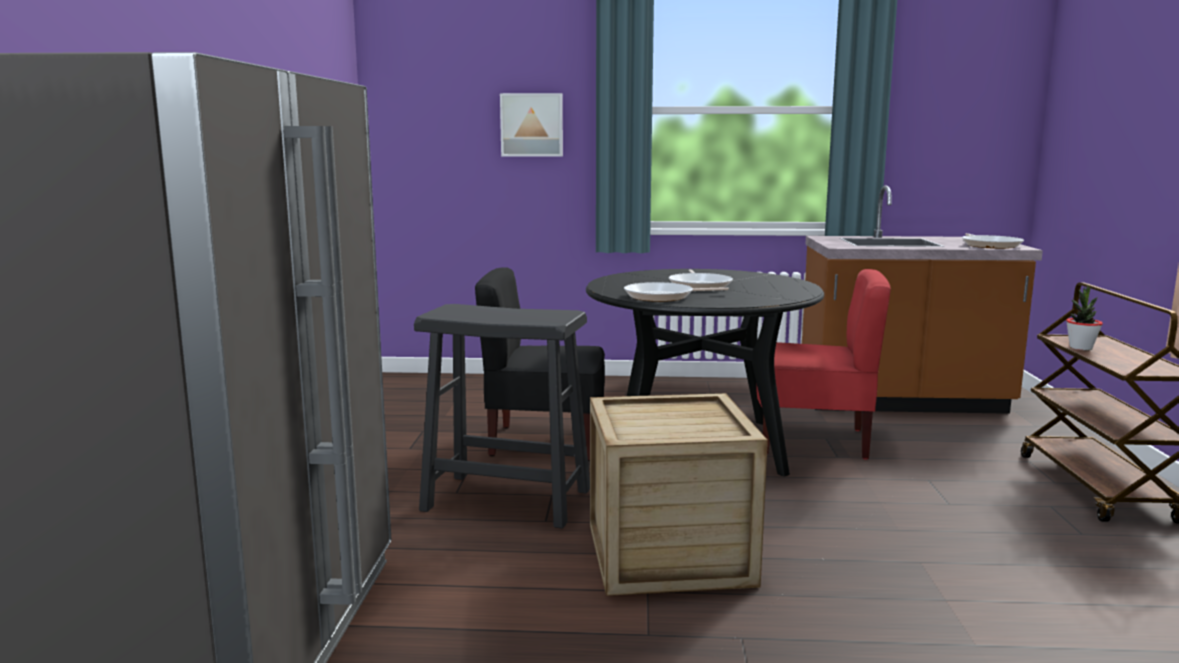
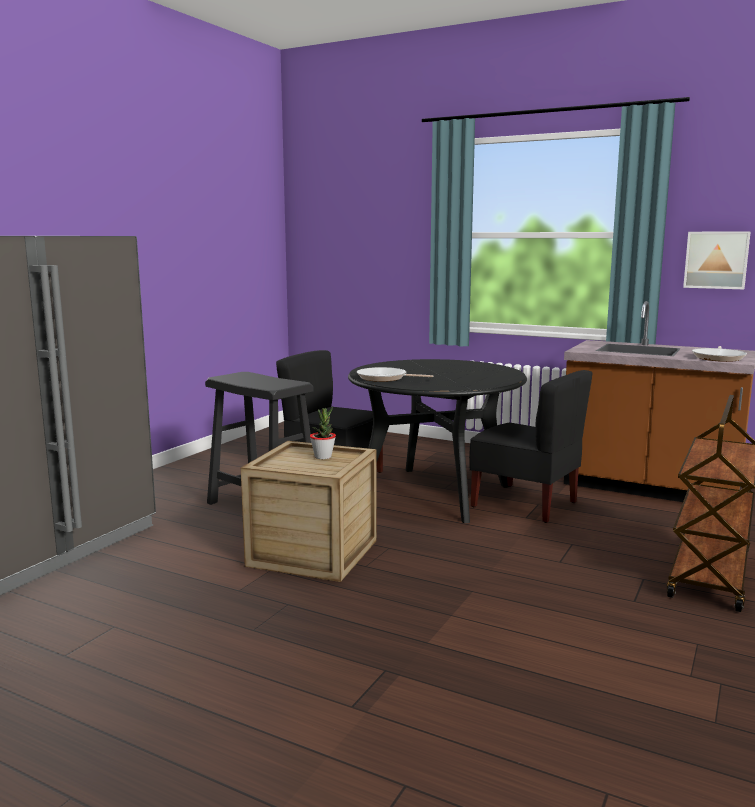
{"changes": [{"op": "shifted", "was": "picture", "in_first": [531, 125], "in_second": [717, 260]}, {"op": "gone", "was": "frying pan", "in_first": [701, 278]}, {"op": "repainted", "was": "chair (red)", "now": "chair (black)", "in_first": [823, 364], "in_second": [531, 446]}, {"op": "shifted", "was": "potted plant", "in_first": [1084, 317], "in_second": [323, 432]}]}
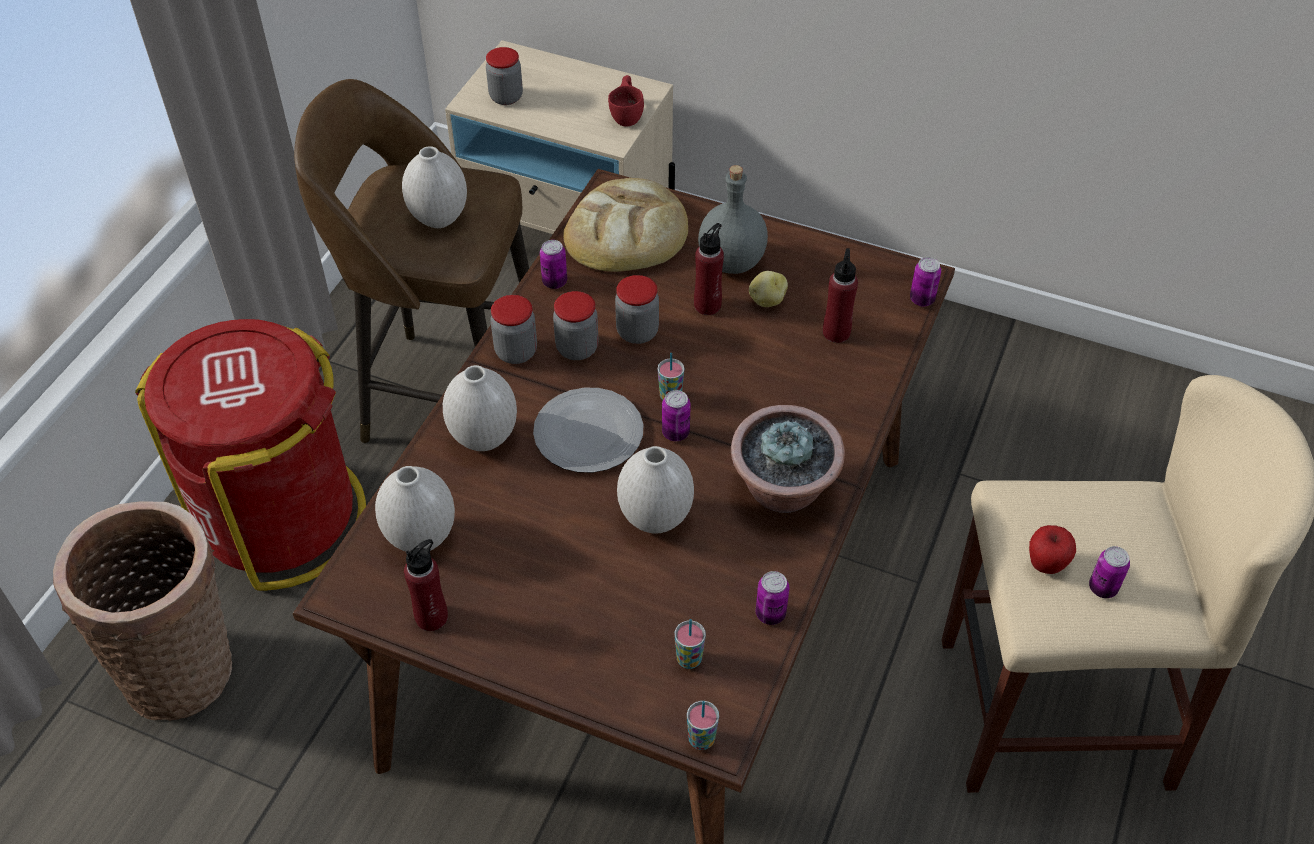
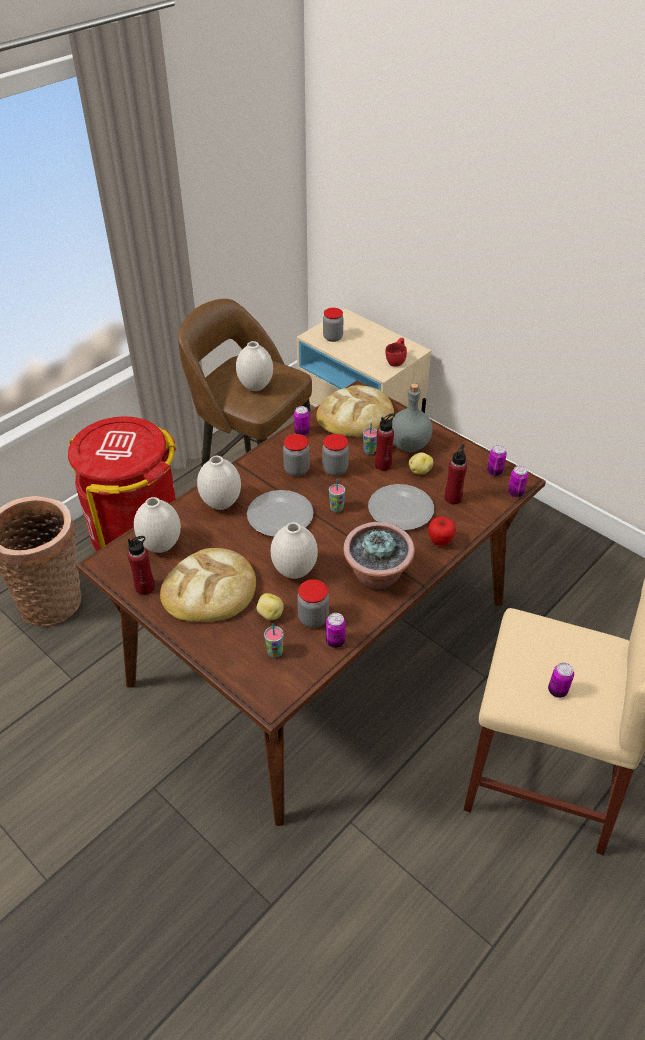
{"changes": [{"op": "shifted", "was": "jar", "in_first": [513, 329], "in_second": [313, 603]}, {"op": "shifted", "was": "can", "in_first": [676, 415], "in_second": [497, 460]}, {"op": "shifted", "was": "cup", "in_first": [703, 725], "in_second": [370, 438]}, {"op": "shifted", "was": "apple", "in_first": [1052, 549], "in_second": [442, 531]}, {"op": "new", "now": "bread", "in_second": [208, 585]}, {"op": "new", "now": "potato", "in_second": [270, 606]}, {"op": "new", "now": "plate", "in_second": [401, 507]}]}
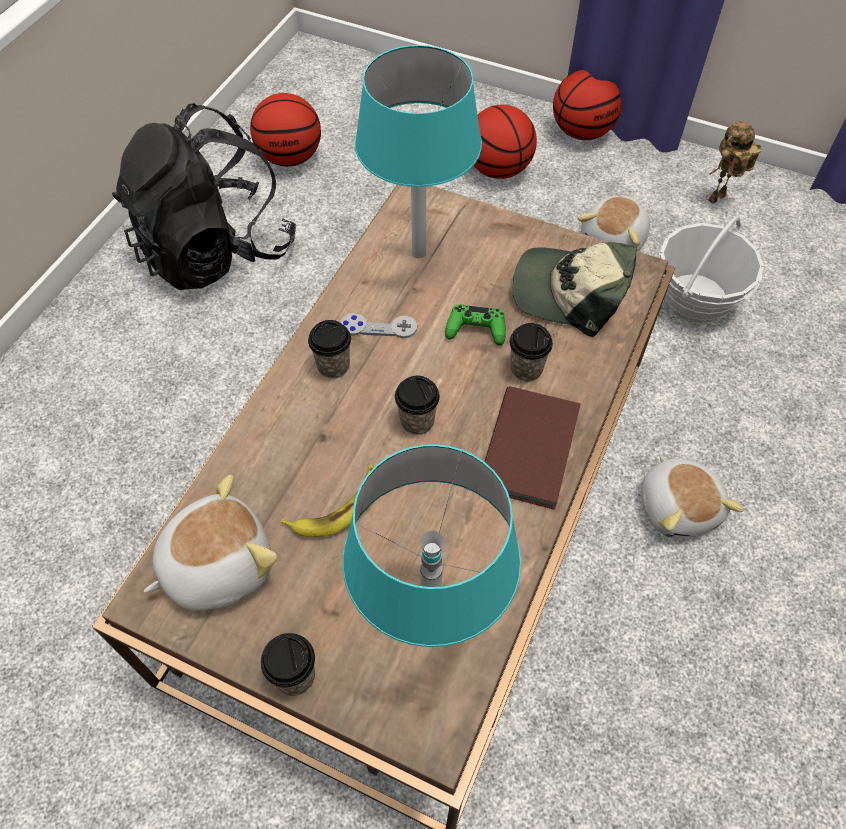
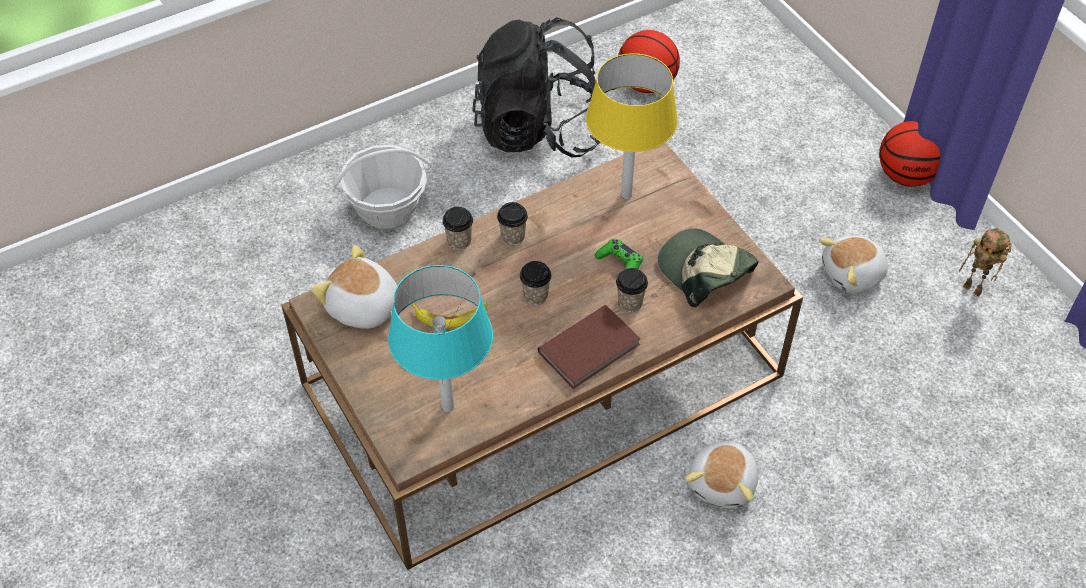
{"changes": [{"op": "rotated", "was": "plush toy", "in_first": [210, 542], "in_second": [355, 287], "clockwise": -150}, {"op": "shifted", "was": "cup", "in_first": [288, 664], "in_second": [457, 228]}, {"op": "gone", "was": "game controller (grey)", "in_first": [379, 325]}, {"op": "repainted", "was": "table lamp (turquoise)", "now": "table lamp (yellow)", "in_first": [418, 151], "in_second": [632, 126]}, {"op": "gone", "was": "basketball", "in_first": [505, 142]}, {"op": "shifted", "was": "basket", "in_first": [711, 269], "in_second": [382, 187]}, {"op": "rotated", "was": "toy robot", "in_first": [735, 162], "in_second": [985, 262], "clockwise": -135}]}
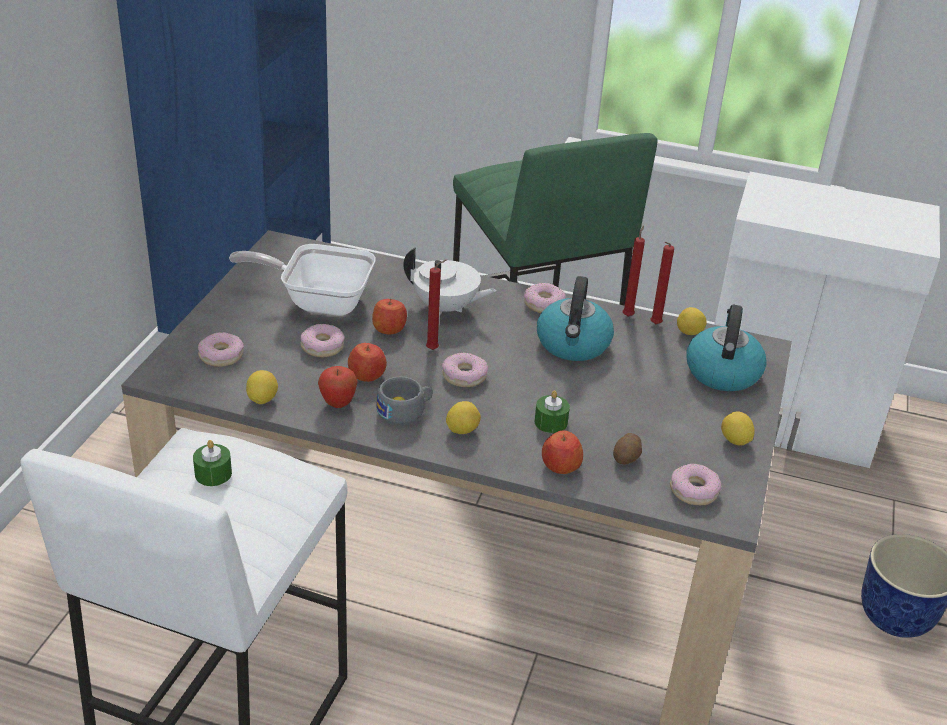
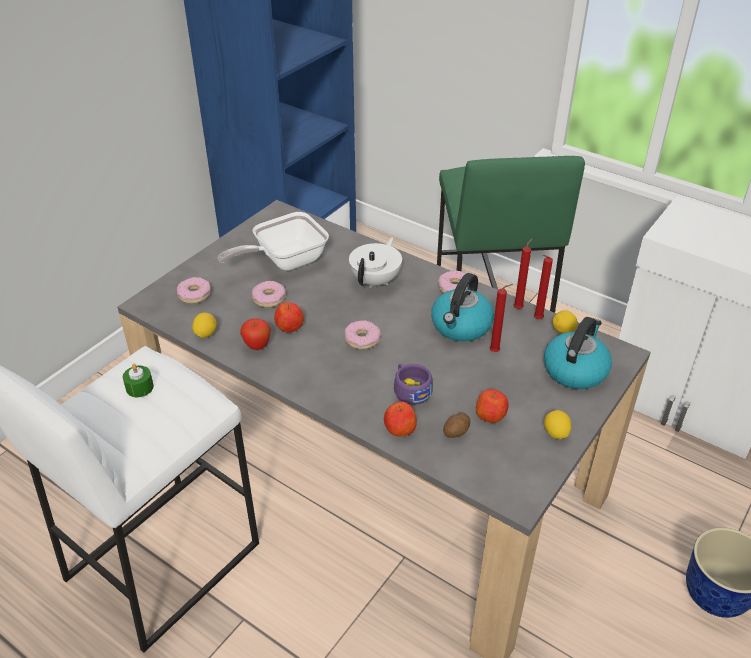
{"changes": [{"op": "rotated", "was": "frying pan", "in_first": [302, 280], "in_second": [273, 241], "clockwise": -60}, {"op": "shifted", "was": "apple", "in_first": [389, 316], "in_second": [492, 406]}, {"op": "gone", "was": "cup (grey)", "in_first": [404, 401]}, {"op": "rotated", "was": "teapot (white)", "in_first": [450, 281], "in_second": [375, 262], "clockwise": -105}, {"op": "shifted", "was": "candle (red)", "in_first": [436, 304], "in_second": [501, 318]}, {"op": "gone", "was": "lemon", "in_first": [463, 417]}, {"op": "swapped", "was": "candle (green)", "now": "cup (purple)", "in_first": [552, 411], "in_second": [413, 384]}, {"op": "gone", "was": "donut", "in_first": [695, 484]}]}
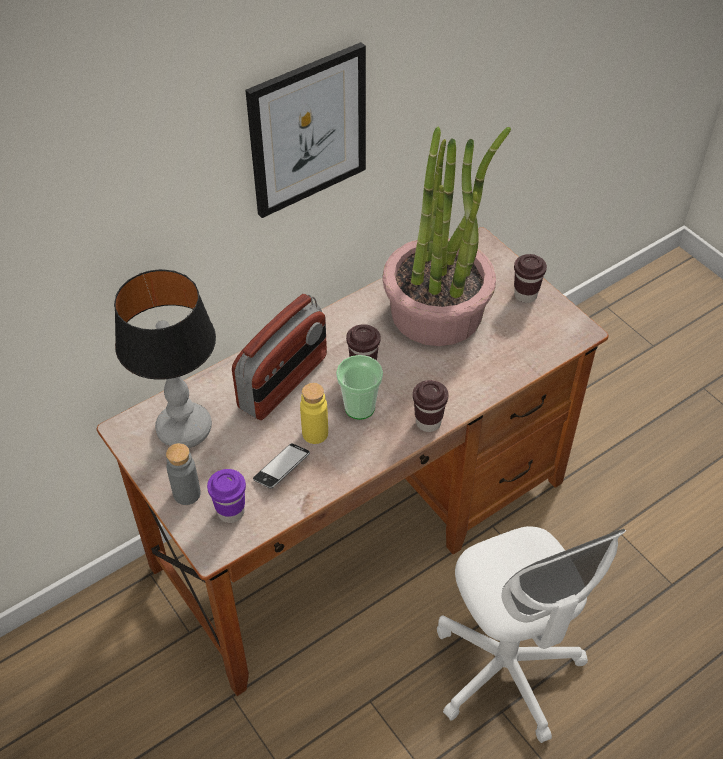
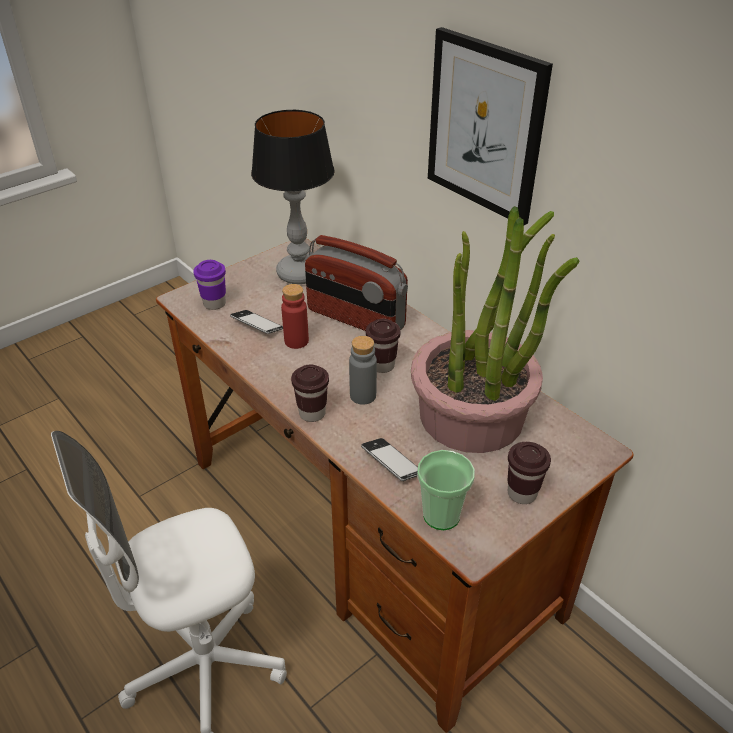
{"changes": [{"op": "shifted", "was": "bottle (grey)", "in_first": [183, 474], "in_second": [363, 370]}, {"op": "repainted", "was": "bottle (yellow)", "now": "bottle (red)", "in_first": [314, 413], "in_second": [295, 316]}, {"op": "shifted", "was": "cup", "in_first": [359, 387], "in_second": [446, 490]}, {"op": "new", "now": "phone", "in_second": [389, 459]}]}
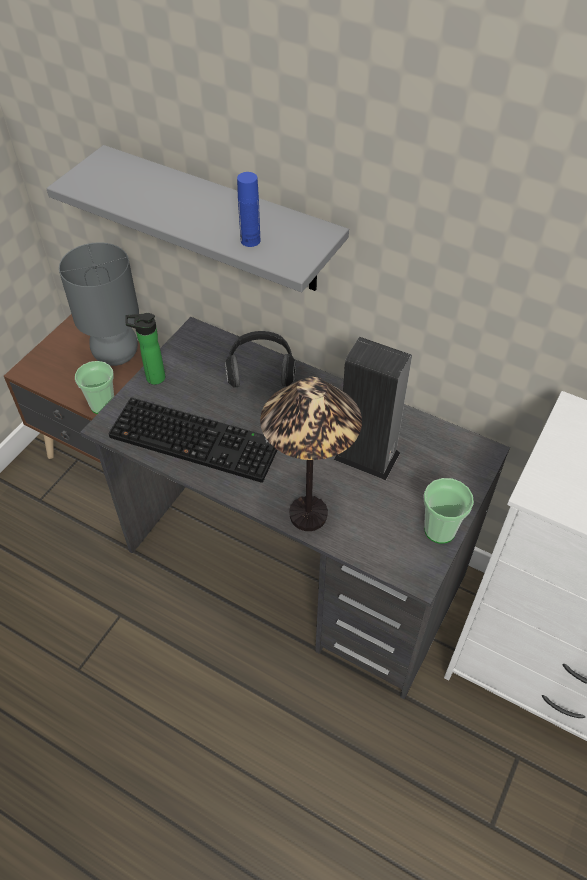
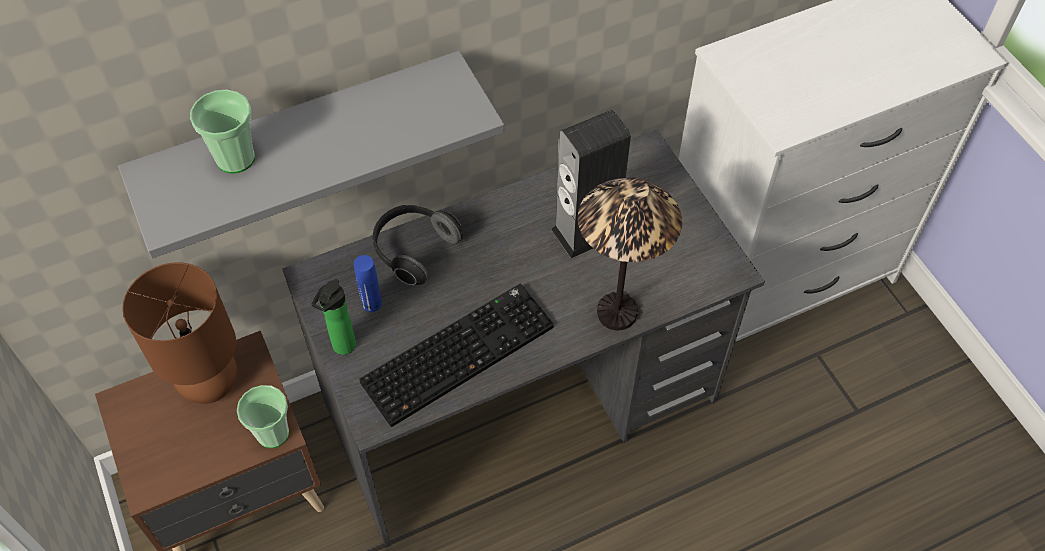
{"changes": [{"op": "repainted", "was": "table lamp (grey)", "now": "table lamp (brown)", "in_first": [99, 304], "in_second": [179, 333]}, {"op": "shifted", "was": "bottle (blue)", "in_first": [248, 209], "in_second": [368, 283]}, {"op": "shifted", "was": "cup", "in_first": [448, 511], "in_second": [222, 131]}]}
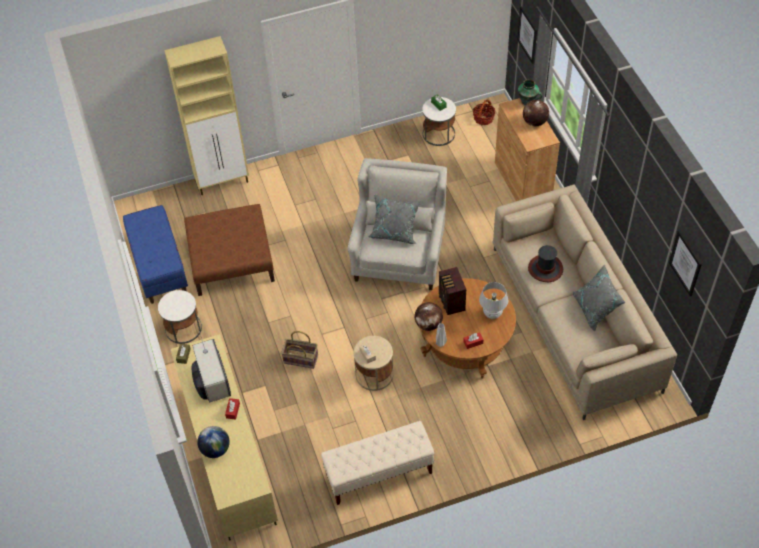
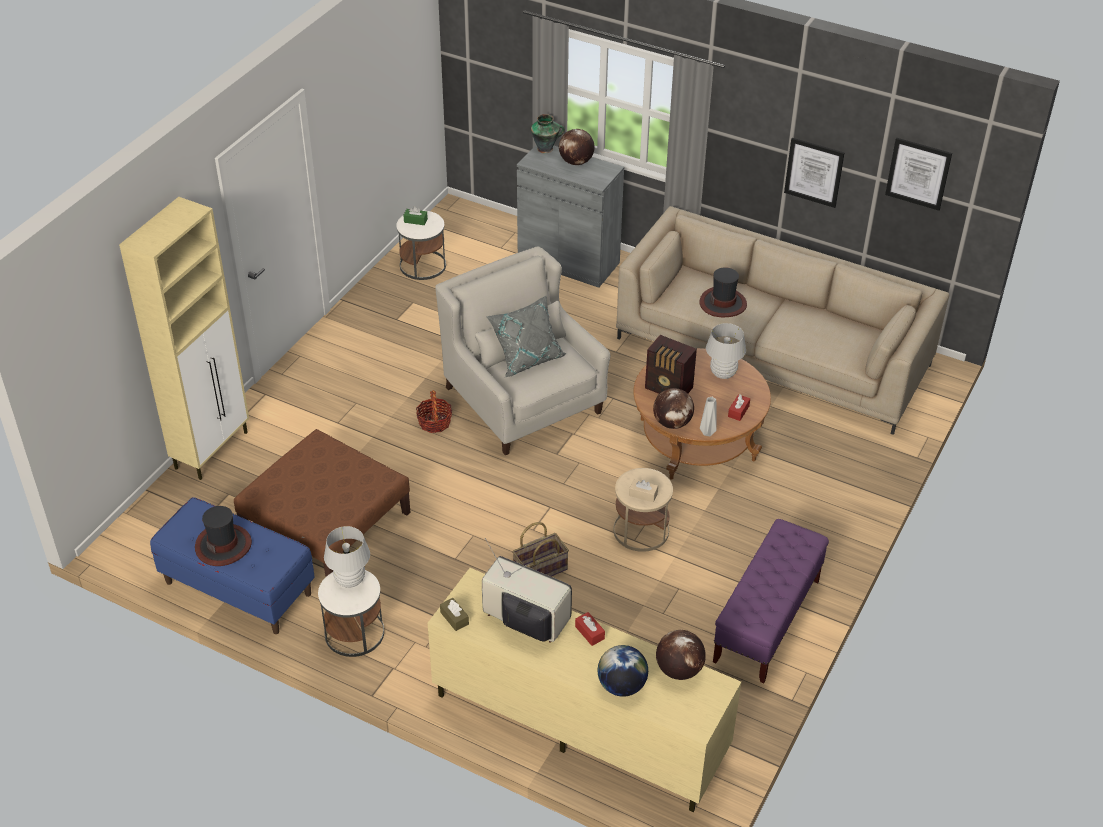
{"changes": [{"op": "repainted", "was": "bench (beige)", "now": "bench (purple)", "in_first": [377, 463], "in_second": [771, 601]}, {"op": "shifted", "was": "basket", "in_first": [484, 112], "in_second": [434, 411]}, {"op": "repainted", "was": "cabinet (brown)", "now": "cabinet (grey)", "in_first": [527, 149], "in_second": [570, 216]}, {"op": "shifted", "was": "picture", "in_first": [527, 35], "in_second": [814, 173]}, {"op": "gone", "was": "pillow (grey)", "in_first": [599, 297]}, {"op": "new", "now": "hat", "in_second": [223, 536]}, {"op": "new", "now": "table lamp (white)", "in_second": [347, 557]}, {"op": "new", "now": "globe", "in_second": [681, 655]}]}
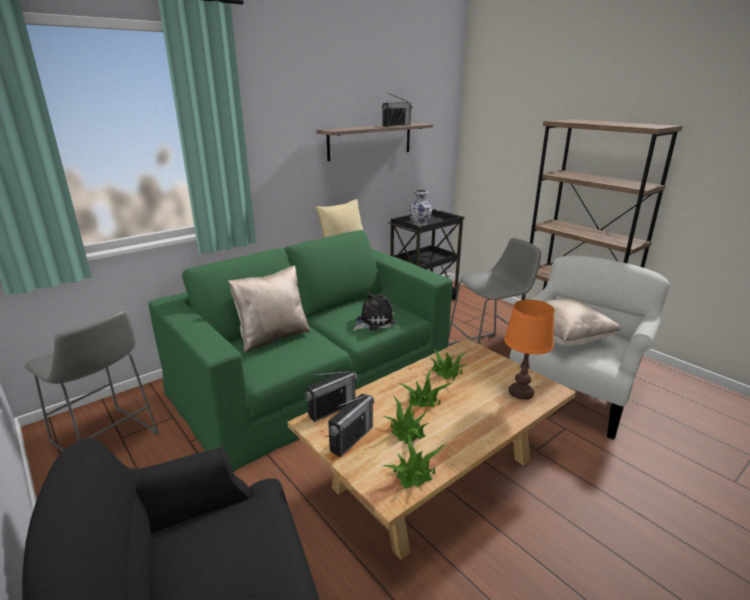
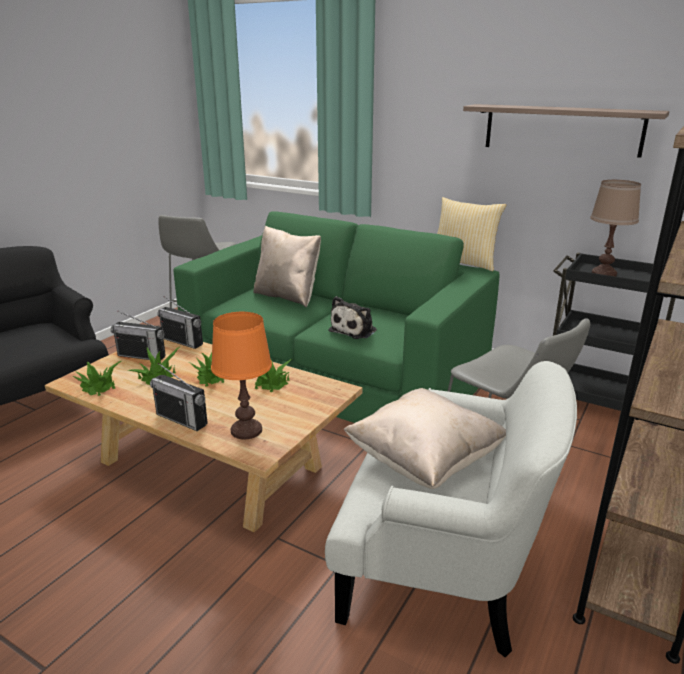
{"changes": [{"op": "rotated", "was": "plush toy", "in_first": [374, 311], "in_second": [353, 317], "clockwise": 90}, {"op": "shifted", "was": "radio", "in_first": [397, 110], "in_second": [179, 397]}, {"op": "swapped", "was": "vase", "now": "table lamp (brown)", "in_first": [420, 208], "in_second": [615, 228]}]}
